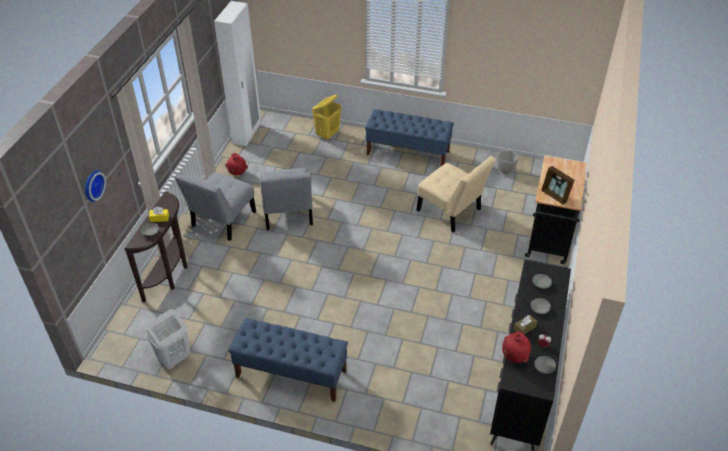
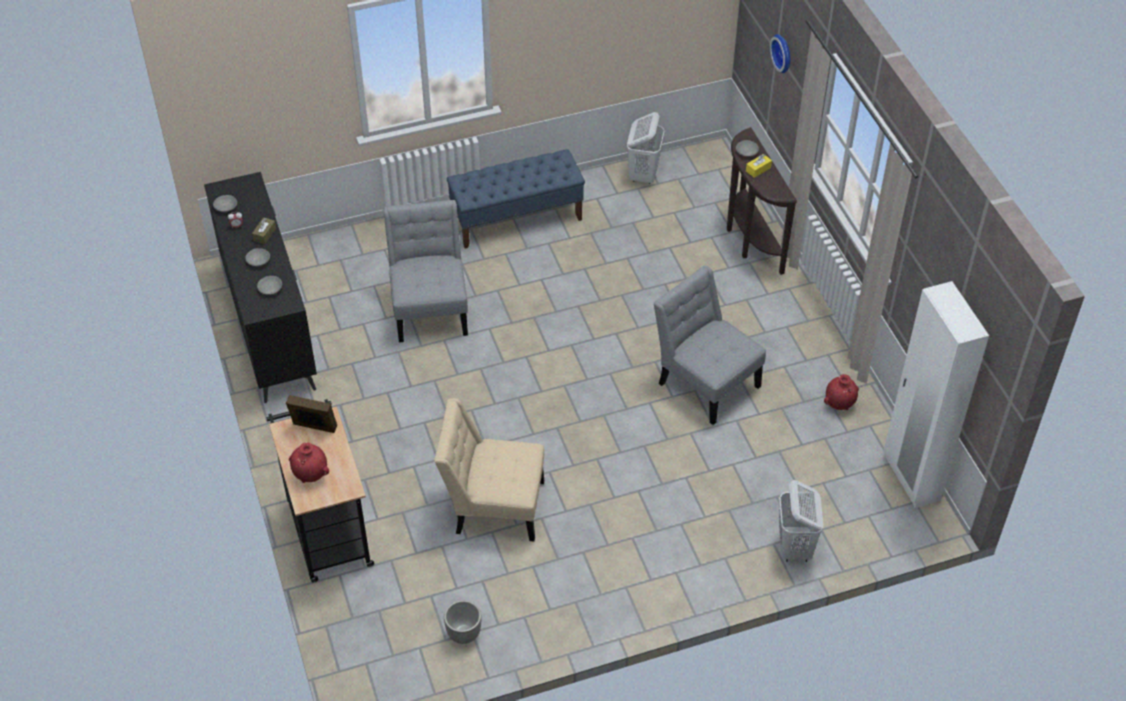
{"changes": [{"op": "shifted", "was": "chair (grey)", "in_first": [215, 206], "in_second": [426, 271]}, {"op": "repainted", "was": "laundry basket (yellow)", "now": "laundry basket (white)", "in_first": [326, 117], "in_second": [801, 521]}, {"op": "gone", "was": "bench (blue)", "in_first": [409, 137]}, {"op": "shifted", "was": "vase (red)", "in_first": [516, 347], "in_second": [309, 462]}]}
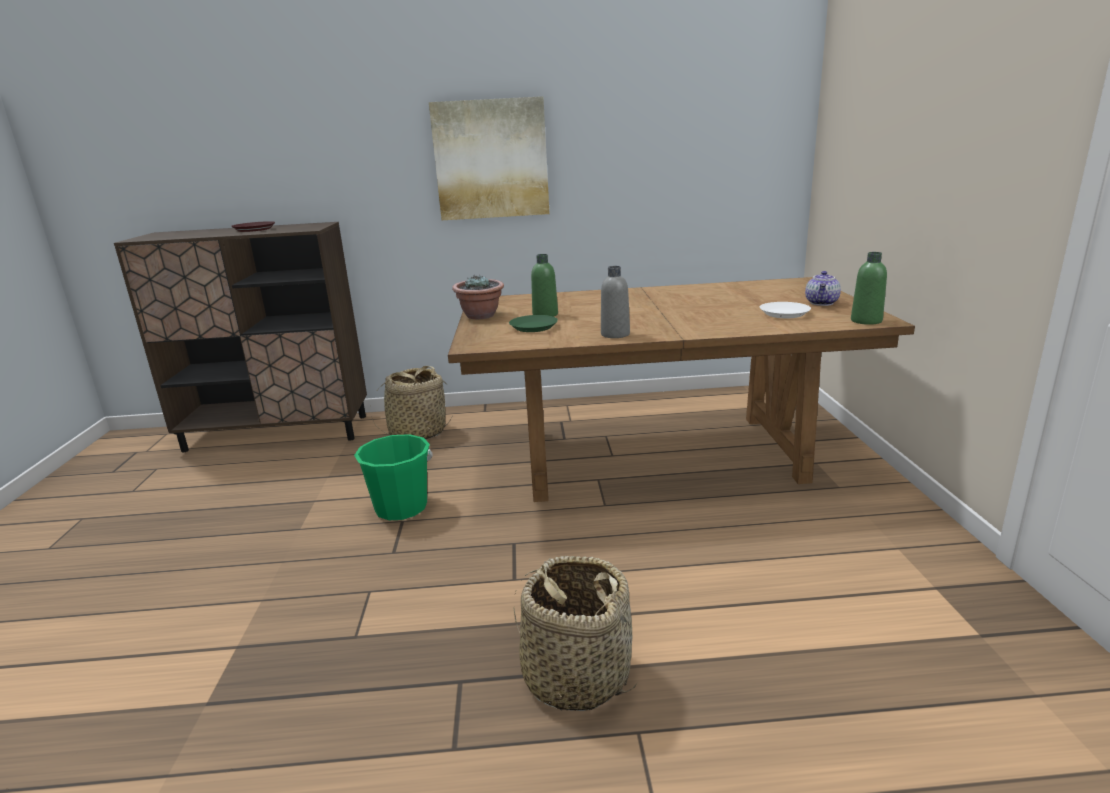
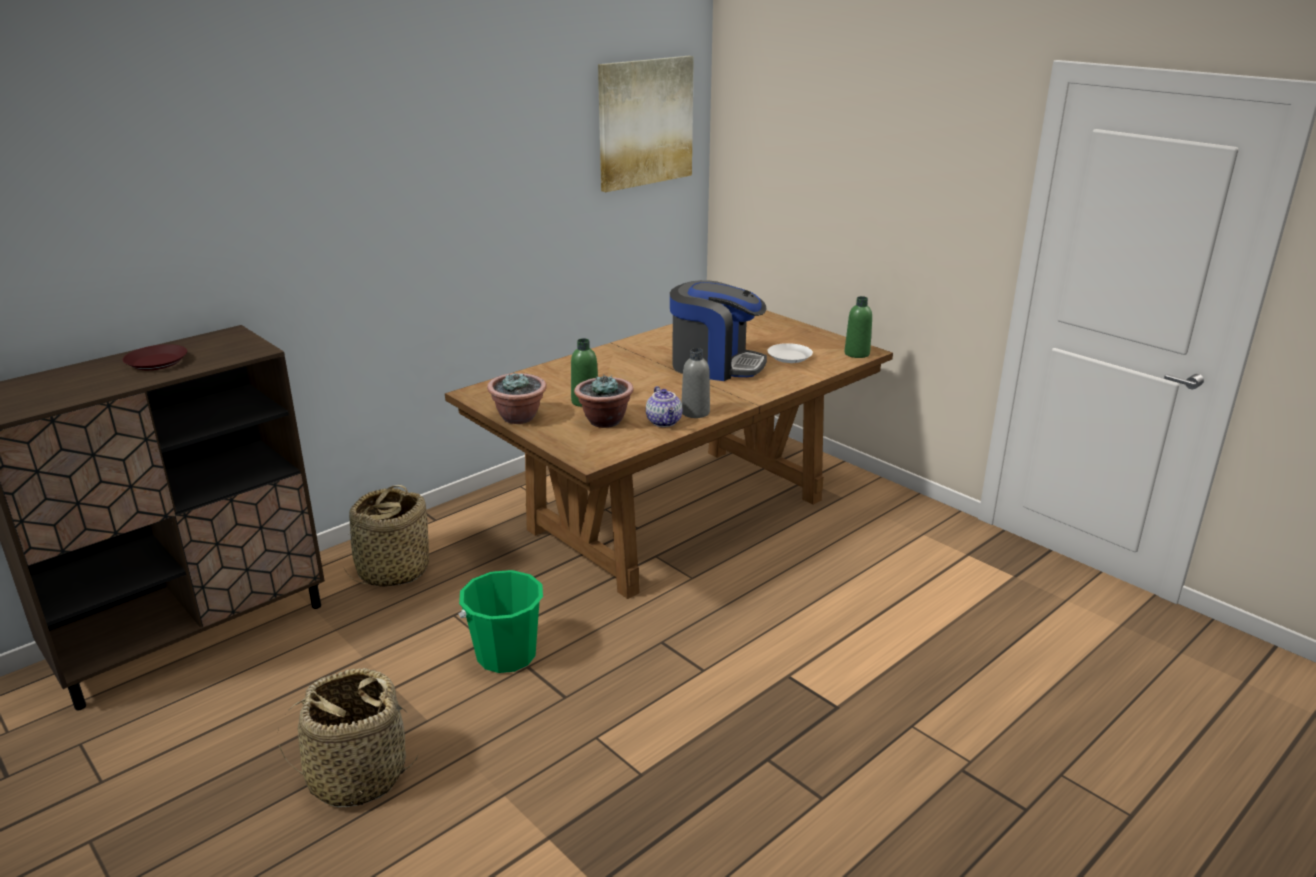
{"changes": [{"op": "shifted", "was": "picture", "in_first": [489, 158], "in_second": [646, 124]}, {"op": "swapped", "was": "plate (green)", "now": "potted plant", "in_first": [533, 323], "in_second": [604, 401]}, {"op": "shifted", "was": "basket", "in_first": [575, 633], "in_second": [348, 738]}, {"op": "shifted", "was": "teapot", "in_first": [823, 288], "in_second": [664, 406]}, {"op": "new", "now": "coffee machine", "in_second": [718, 330]}]}
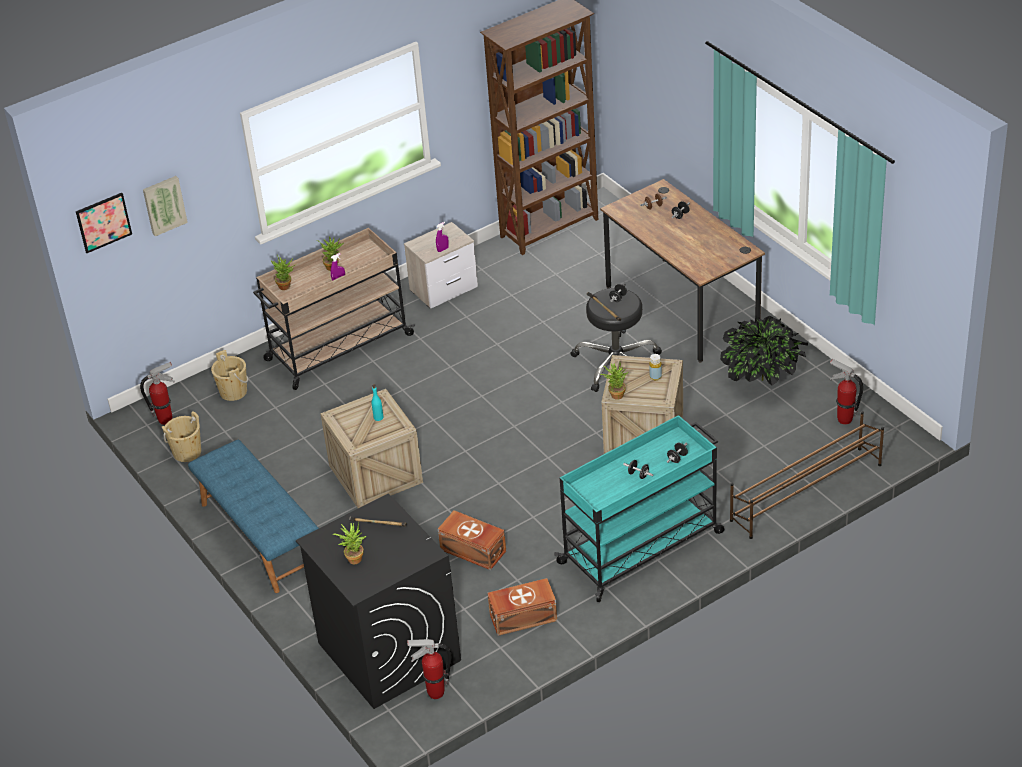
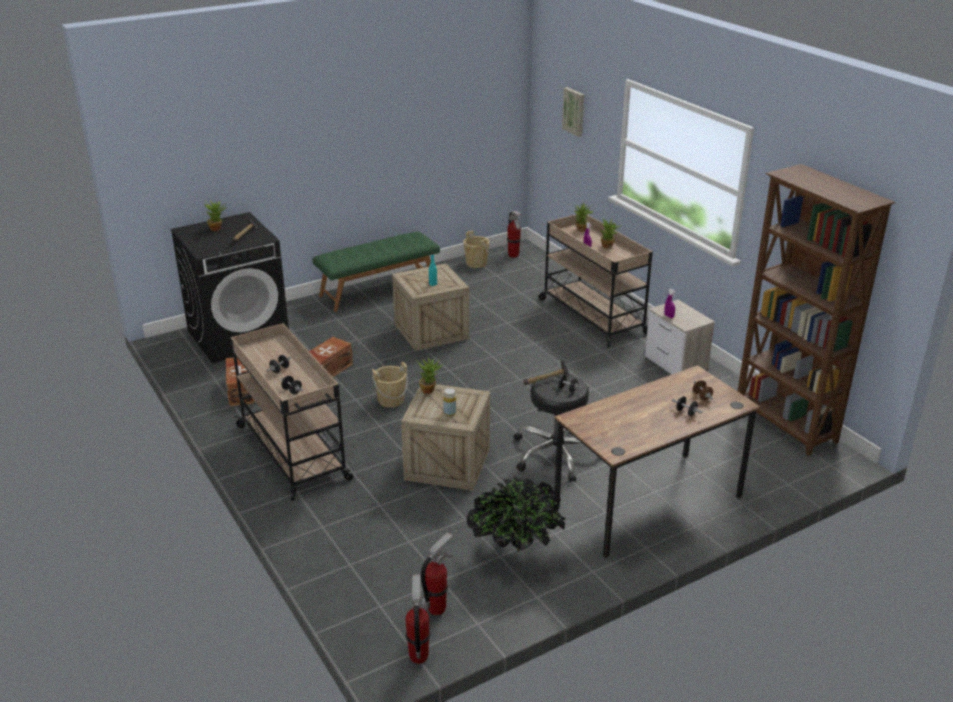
{"changes": [{"op": "gone", "was": "picture", "in_first": [104, 223]}, {"op": "repainted", "was": "bench (blue)", "now": "bench (green)", "in_first": [253, 516], "in_second": [376, 271]}, {"op": "shifted", "was": "bucket (beige)", "in_first": [229, 375], "in_second": [390, 385]}, {"op": "shifted", "was": "fire extinguisher", "in_first": [429, 669], "in_second": [417, 619]}, {"op": "repainted", "was": "cart (turquoise)", "now": "cart (beige)", "in_first": [639, 508], "in_second": [292, 412]}, {"op": "gone", "was": "shoe rack (brown)", "in_first": [807, 475]}]}
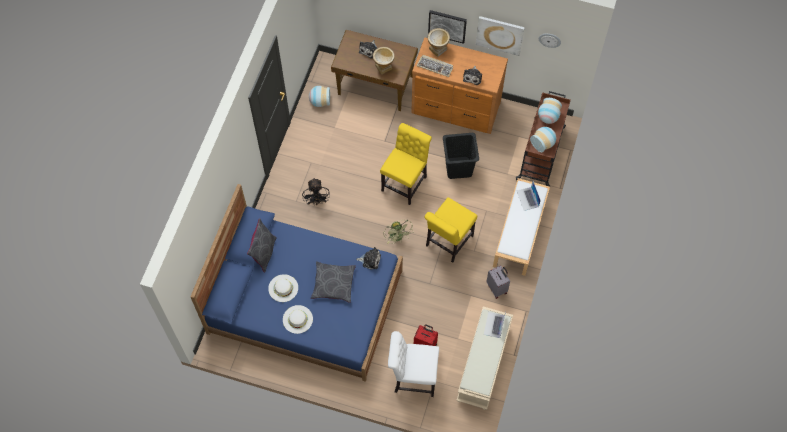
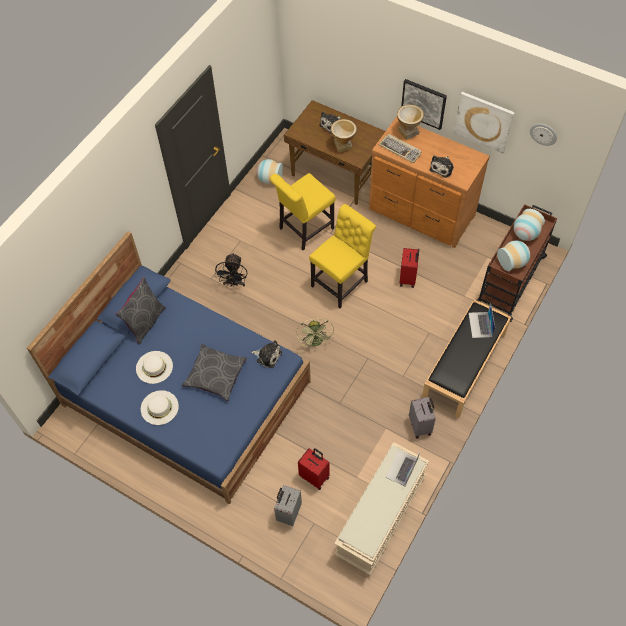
{"changes": [{"op": "swapped", "was": "chair (white)", "now": "suitcase (grey)", "in_first": [413, 364], "in_second": [288, 505]}, {"op": "shifted", "was": "chair (yellow)", "in_first": [450, 230], "in_second": [303, 211]}, {"op": "swapped", "was": "laundry basket (black)", "now": "suitcase (red)", "in_first": [461, 156], "in_second": [409, 268]}, {"op": "repainted", "was": "bench (white)", "now": "bench (black)", "in_first": [521, 227], "in_second": [466, 358]}]}
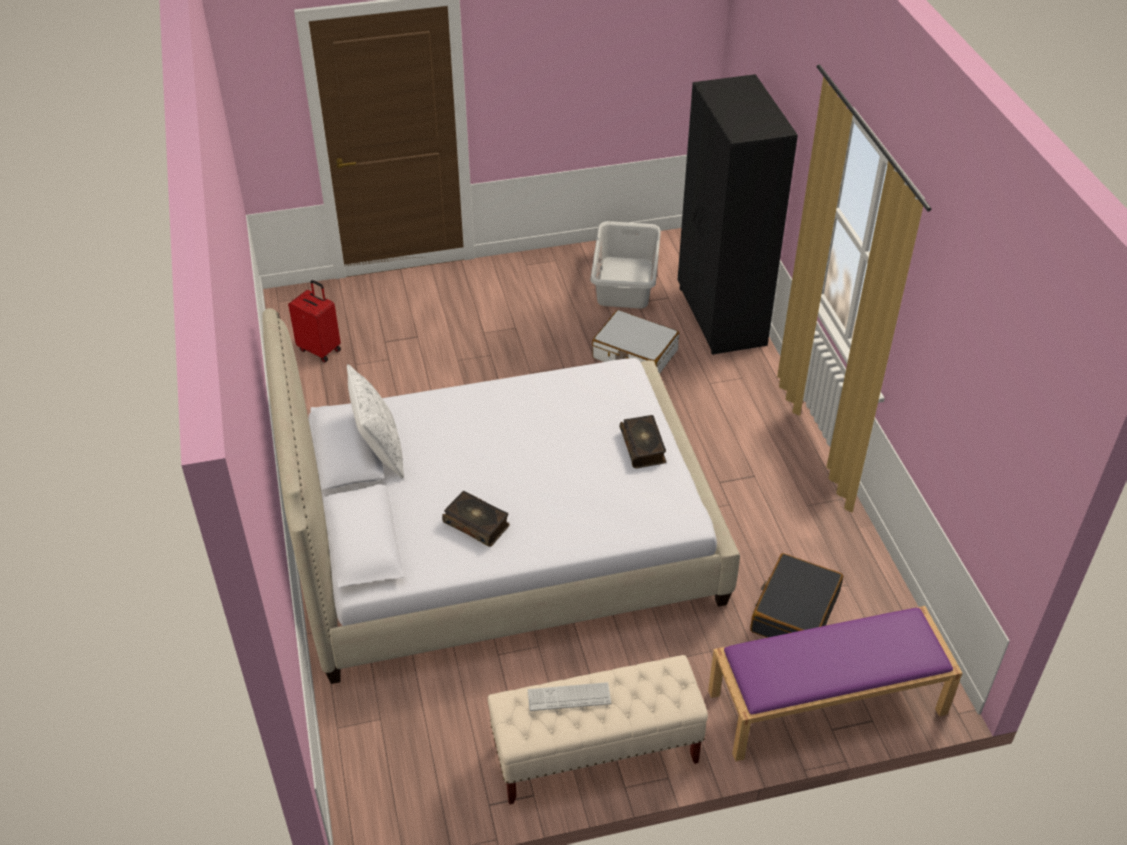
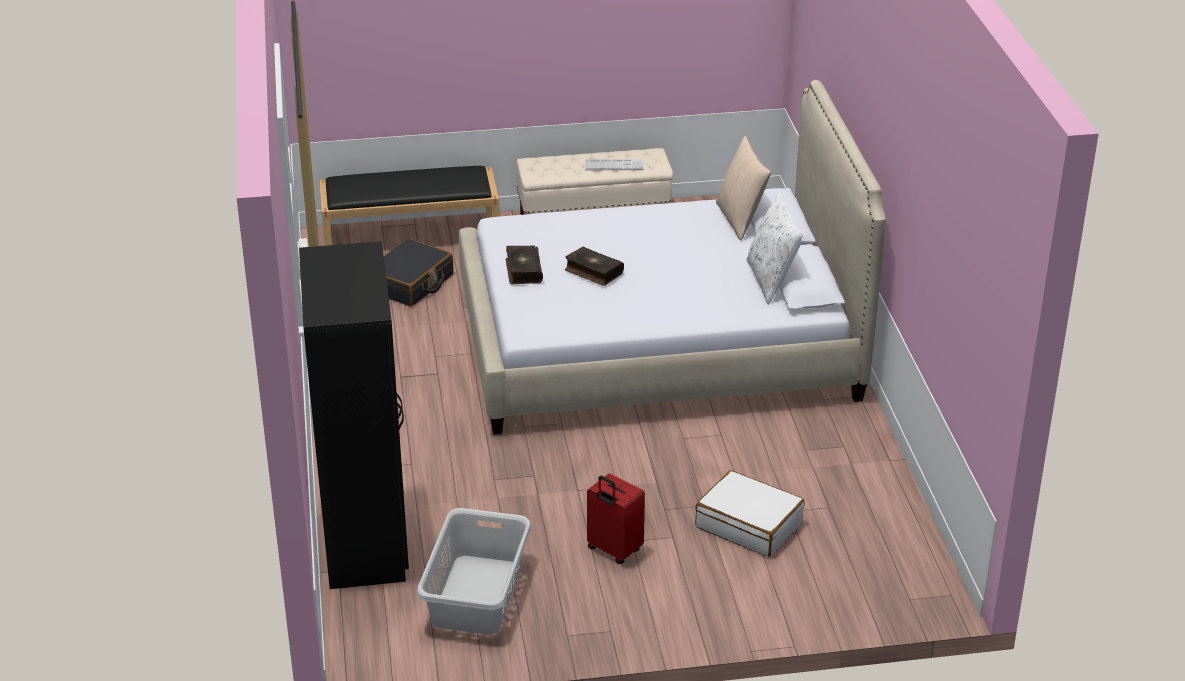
{"changes": [{"op": "shifted", "was": "suitcase (red)", "in_first": [314, 321], "in_second": [616, 519]}, {"op": "shifted", "was": "book", "in_first": [476, 519], "in_second": [594, 266]}, {"op": "shifted", "was": "suitcase (white)", "in_first": [635, 342], "in_second": [750, 513]}, {"op": "repainted", "was": "bench (purple)", "now": "bench (black)", "in_first": [835, 683], "in_second": [409, 206]}, {"op": "new", "now": "pillow (beige)", "in_second": [743, 188]}]}
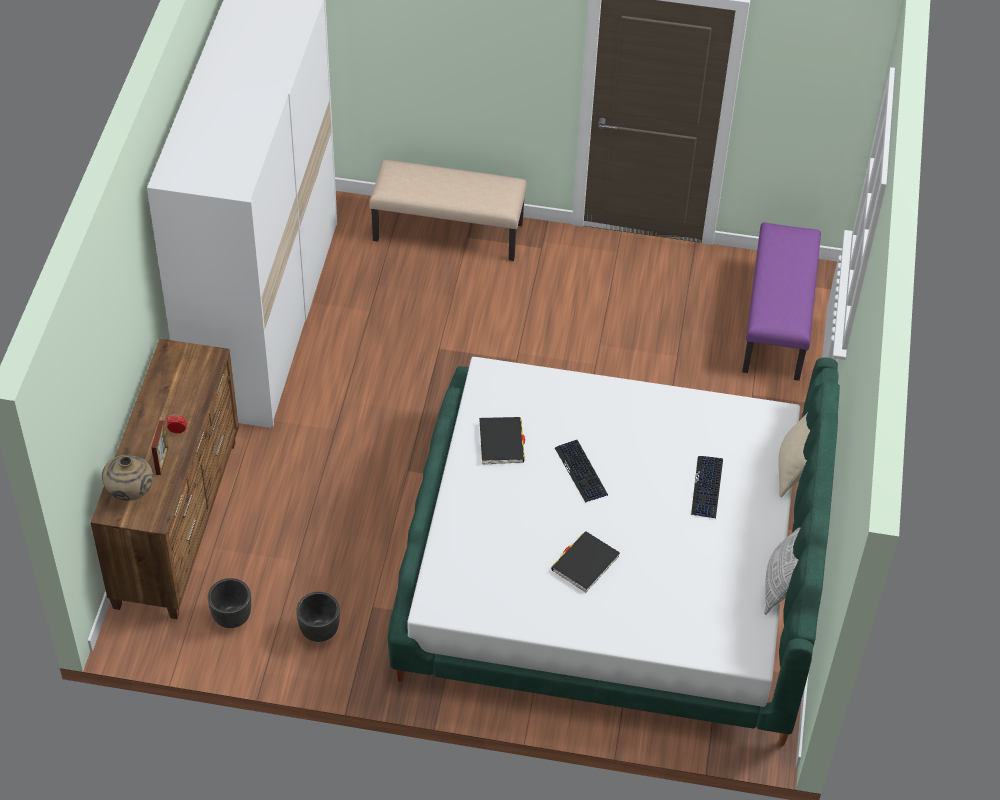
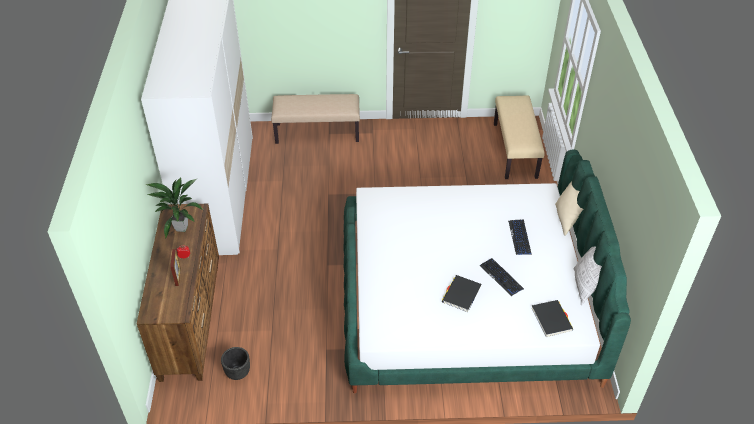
{"changes": [{"op": "gone", "was": "vase (beige)", "in_first": [127, 478]}, {"op": "gone", "was": "planter (black)", "in_first": [318, 617]}, {"op": "shifted", "was": "book (black)", "in_first": [502, 441], "in_second": [552, 318]}, {"op": "shifted", "was": "keyboard", "in_first": [581, 471], "in_second": [502, 277]}, {"op": "repainted", "was": "bench (purple)", "now": "bench (beige)", "in_first": [781, 301], "in_second": [519, 137]}, {"op": "new", "now": "potted plant", "in_second": [174, 208]}]}
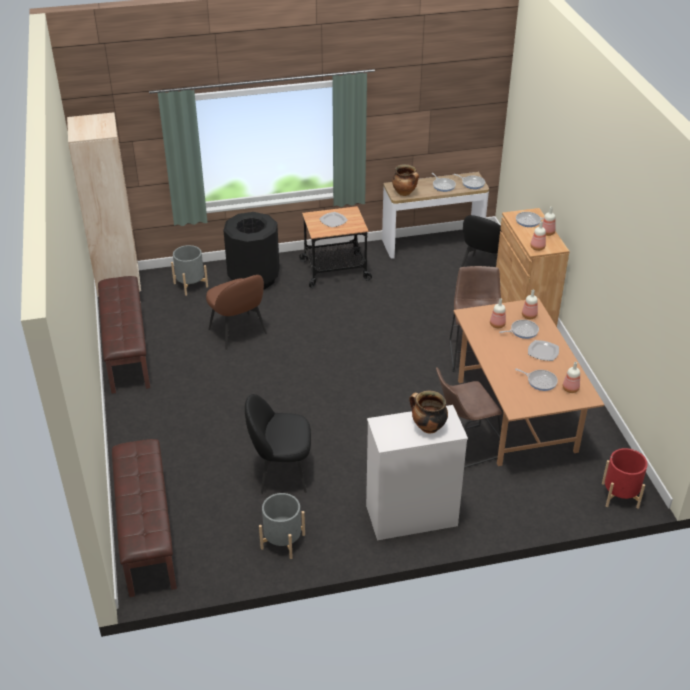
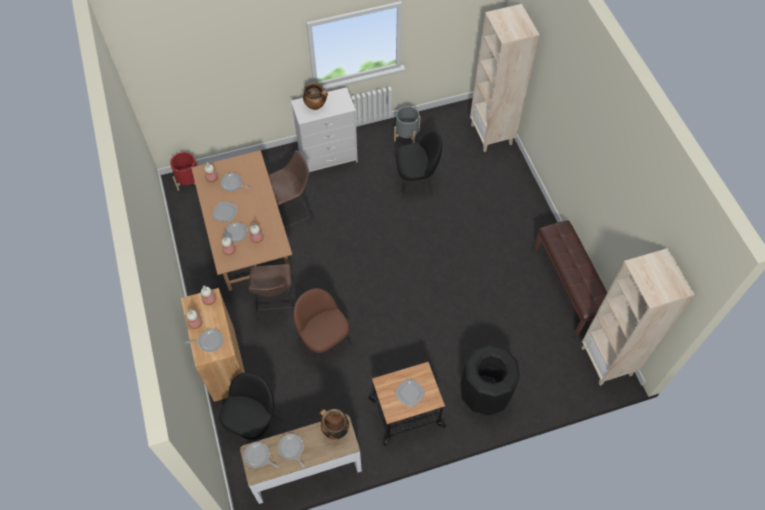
{"changes": [{"op": "swapped", "was": "bench (brown)", "now": "bookcase (beige)", "in_first": [144, 518], "in_second": [505, 78]}, {"op": "gone", "was": "planter (grey)", "in_first": [189, 270]}, {"op": "shifted", "was": "chair (brown)", "in_first": [236, 312], "in_second": [322, 328]}]}
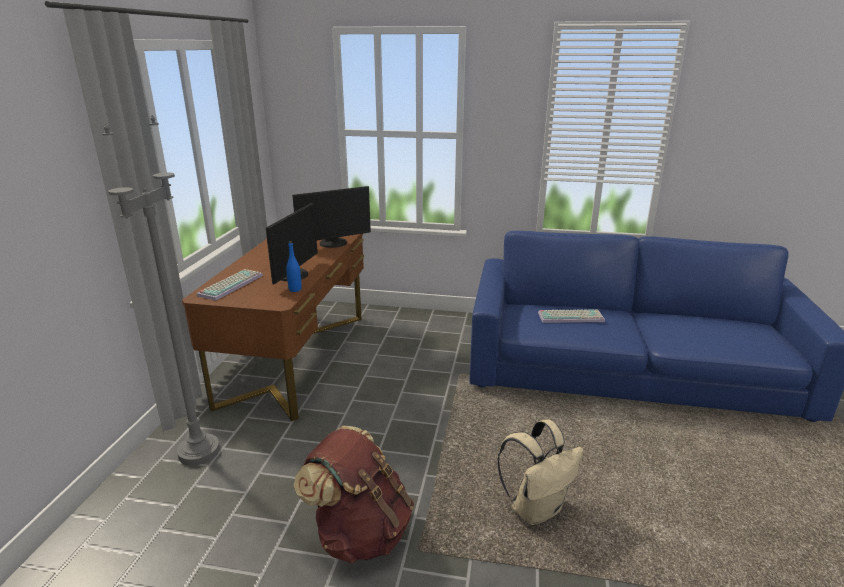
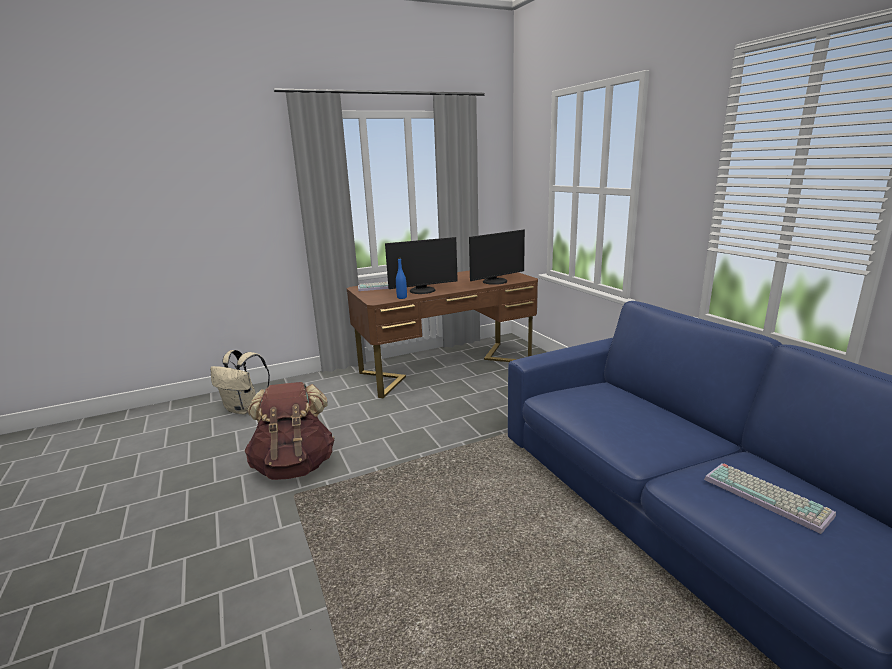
{"changes": [{"op": "gone", "was": "floor lamp (grey)", "in_first": [161, 290]}, {"op": "rotated", "was": "monitor", "in_first": [331, 217], "in_second": [497, 257], "clockwise": -60}, {"op": "shifted", "was": "backpack (beige)", "in_first": [540, 472], "in_second": [240, 382]}, {"op": "shifted", "was": "keyboard", "in_first": [571, 316], "in_second": [770, 498]}]}
